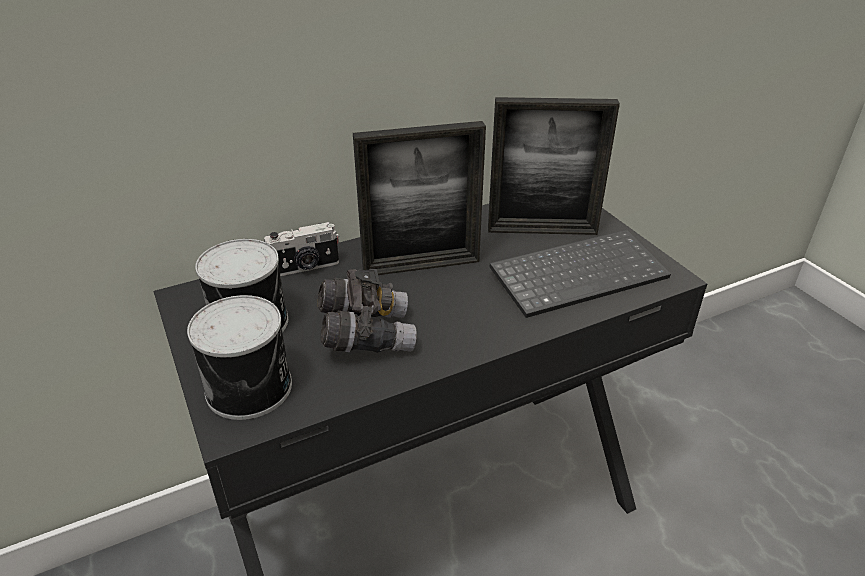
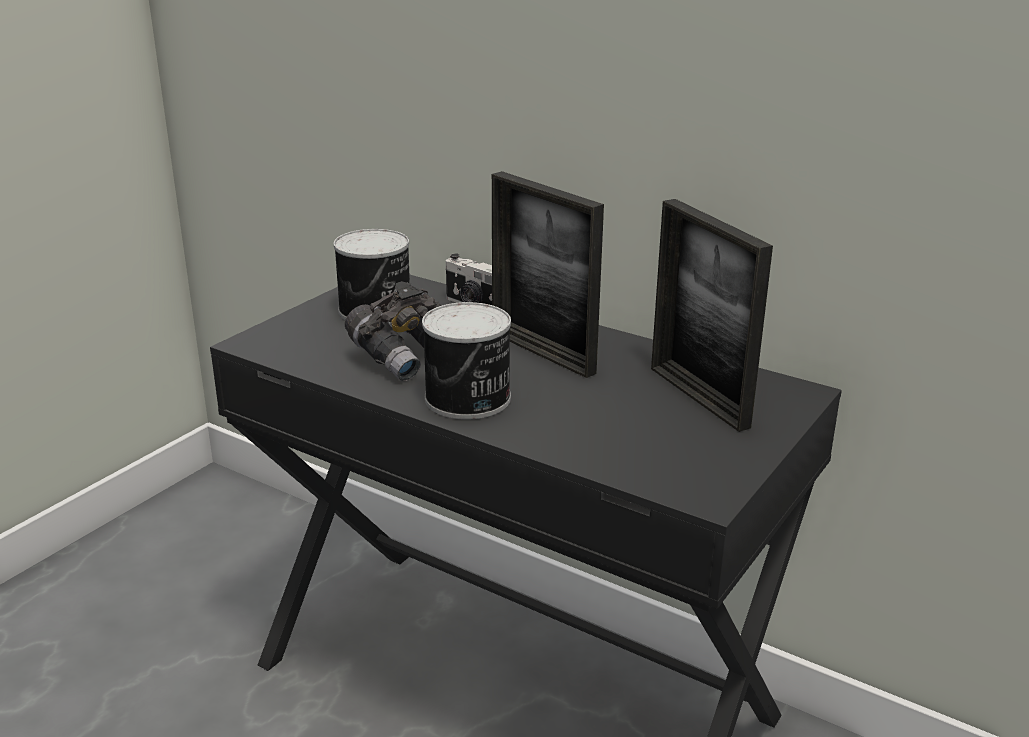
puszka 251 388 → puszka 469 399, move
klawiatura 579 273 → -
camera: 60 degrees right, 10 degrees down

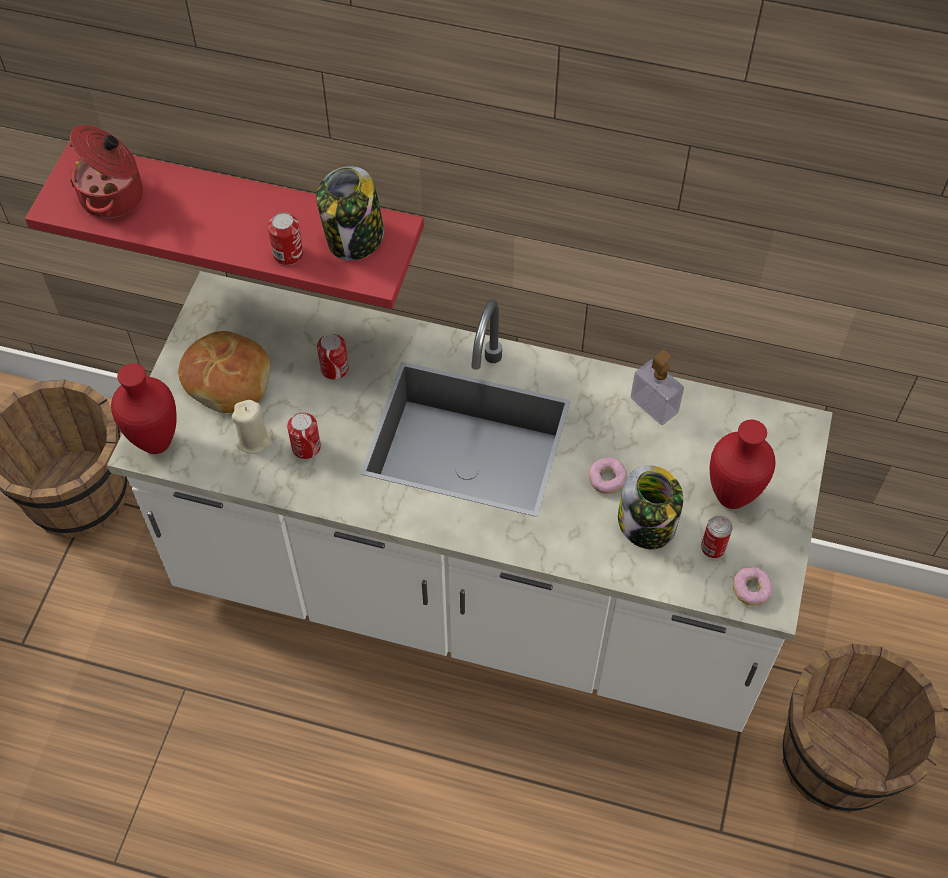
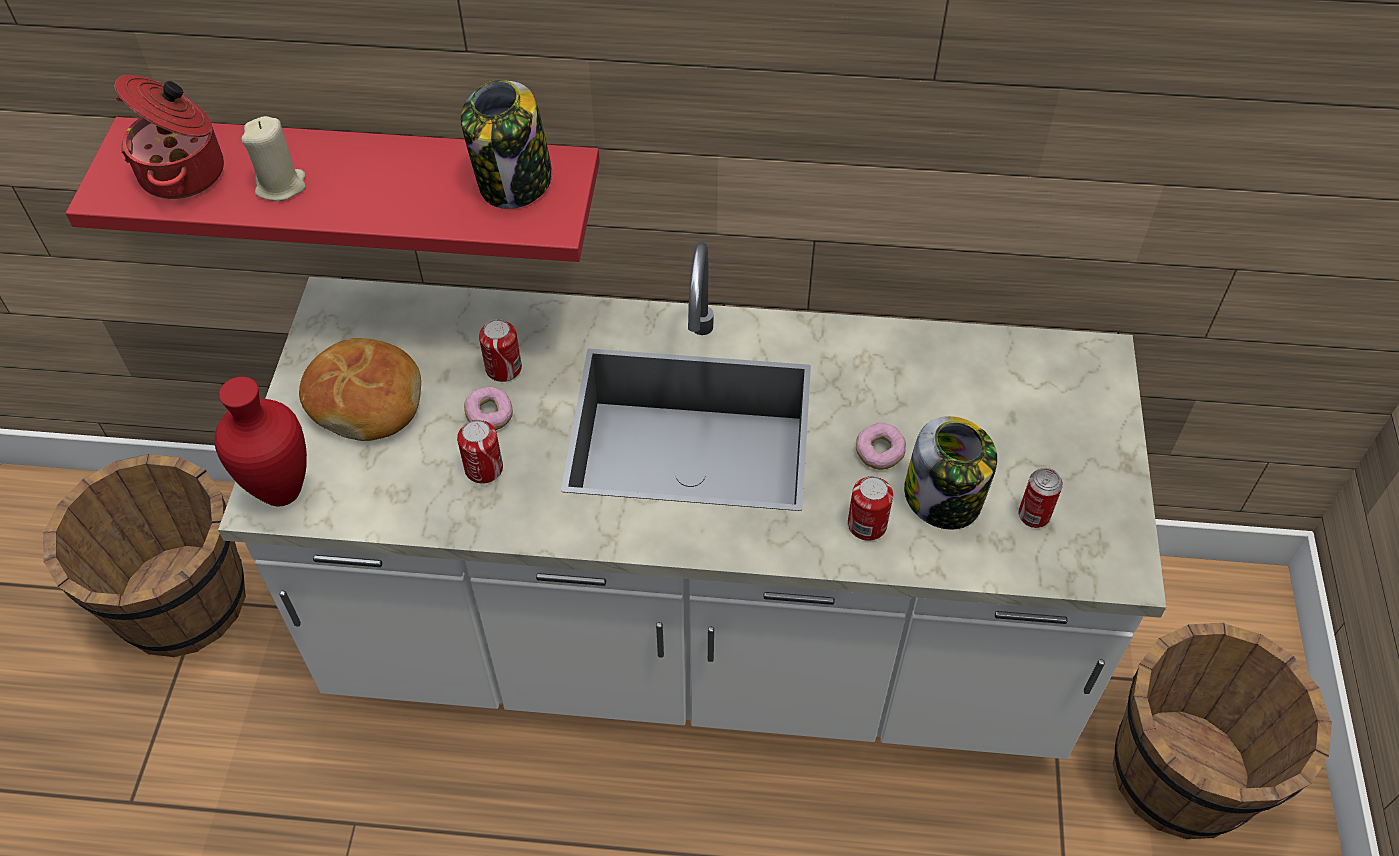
świeca (beżowy) 254 439 → świeca (beżowy) 281 186, move
puszka 288 254 → puszka 867 525, move
dozownik mydła 654 405 → -
wazon (czerwony) 732 495 → -
donut 750 590 → donut 489 416, move
camera: 10 degrees left, 5 degrees down

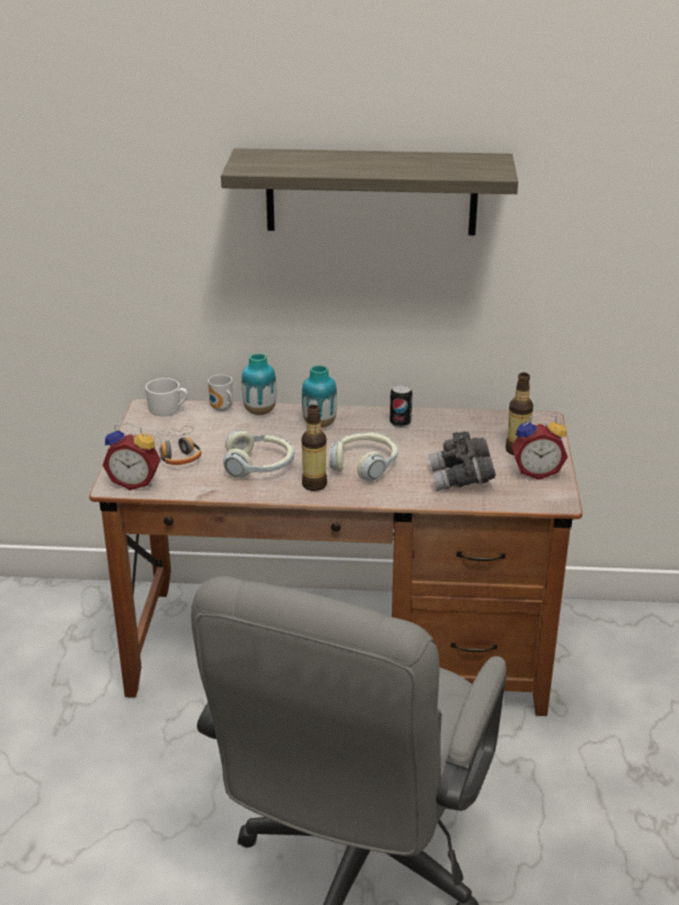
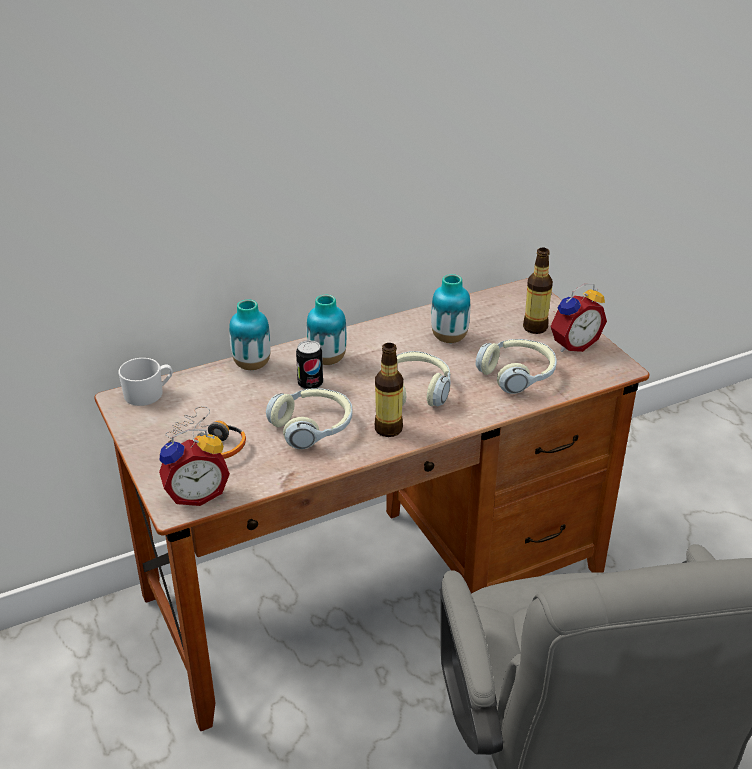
kubek 221 409 → -
półka 371 192 → -
puszka 400 423 → puszka 310 384, move
lornetka (szary) 461 479 → słuchawki 517 374
- → wazon 449 338
camera: 30 degrees left, 5 degrees up

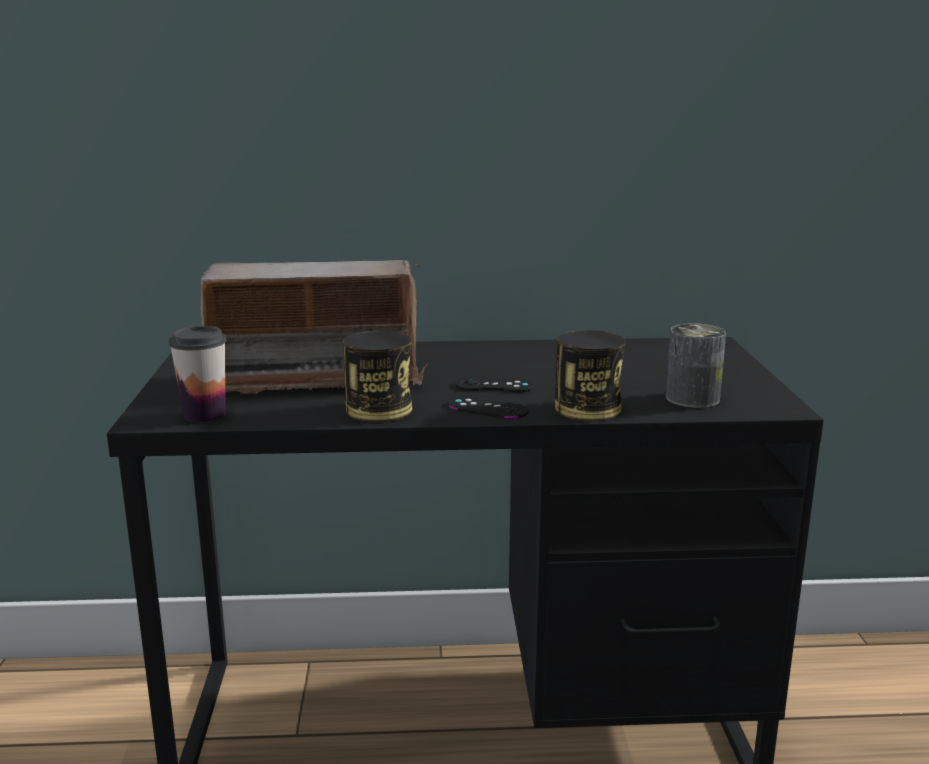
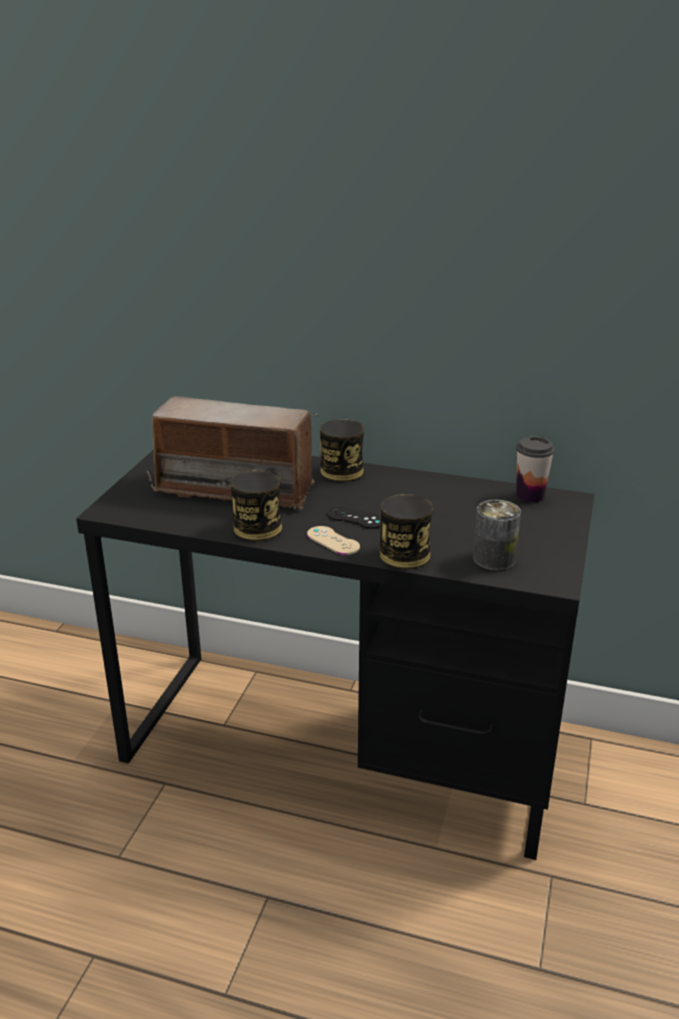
filiżanka 204 415 → filiżanka 530 496, move
pad do gier (czarny) 487 408 → pad do gier (beżowy) 333 541
- → puszka 341 471
camera: 20 degrees right, 10 degrees up

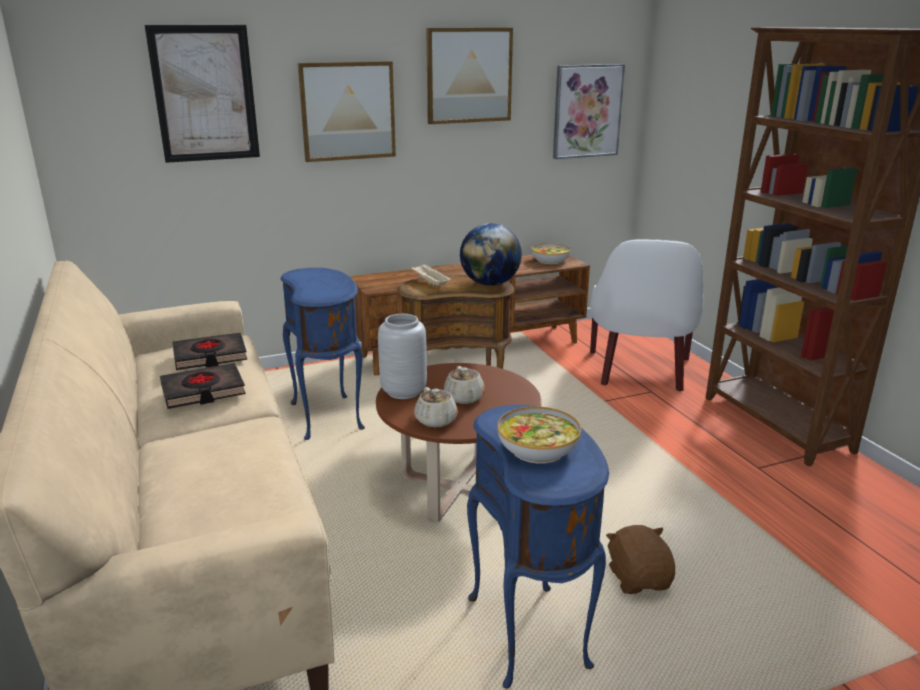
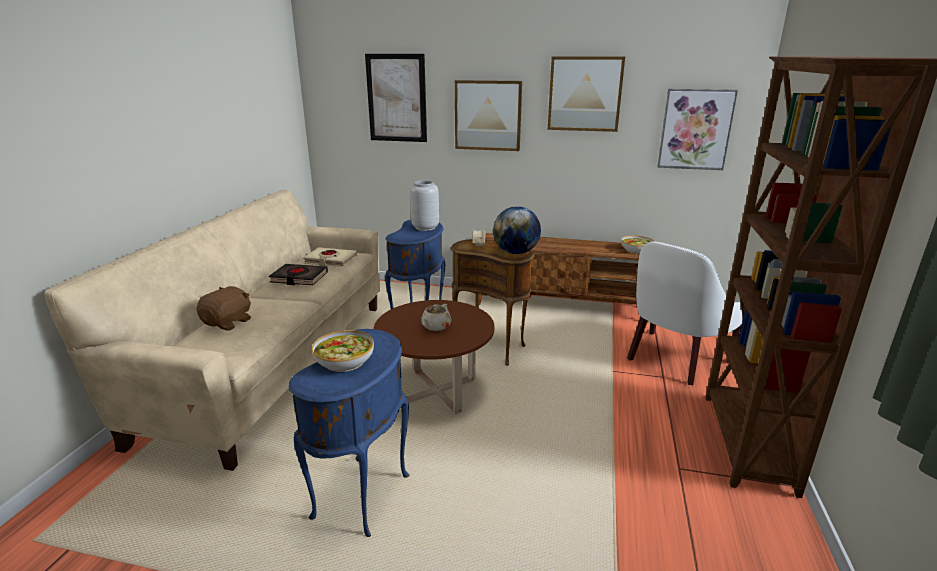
książka (czarny) 210 356 → książka (beżowy) 330 260
wazon (szary) 404 392 → wazon (szary) 425 228, move
imbryk (beżowy) 436 421 → -
pluszak (brązowy) 639 579 → pluszak (brązowy) 228 322, move
camera: 35 degrees right, 0 degrees up

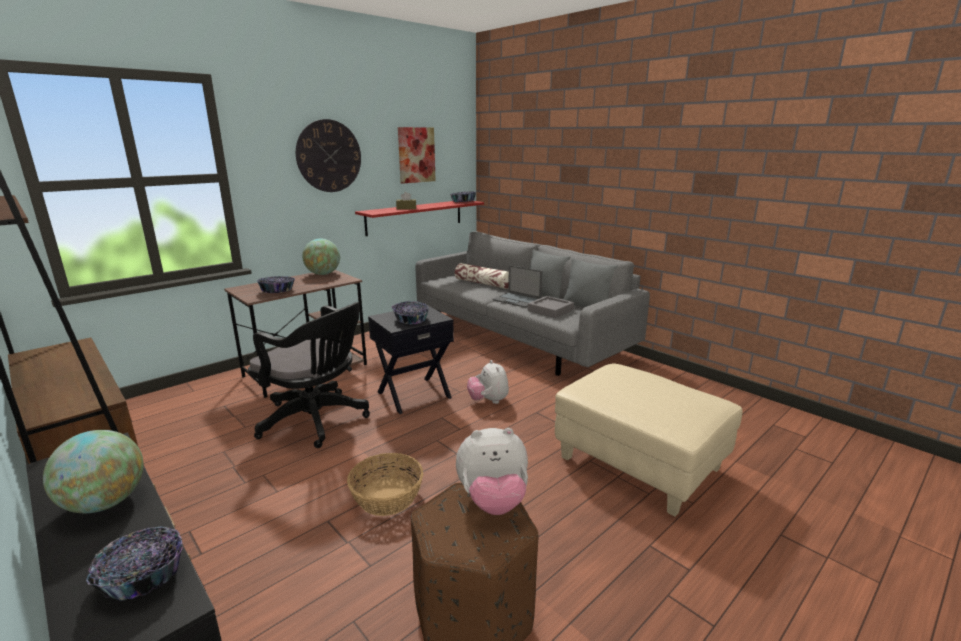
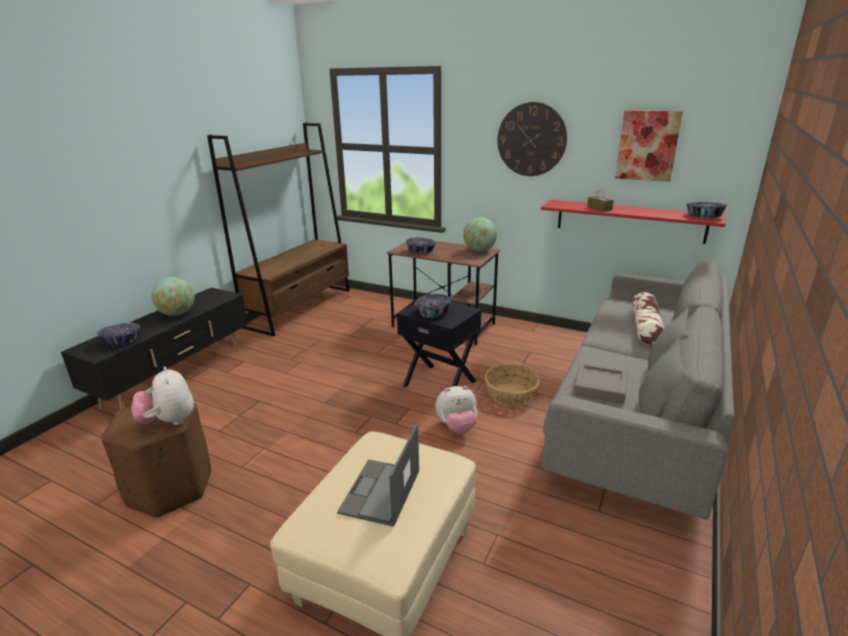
krzesło biurowe (czarny) 317 421 → -
koszyk 386 497 → koszyk 510 394, move
pluszak 488 401 → pluszak 457 427, 150 degrees counterclockwise
laptop 517 300 → laptop 380 492, move
camera: 70 degrees right, 5 degrees up

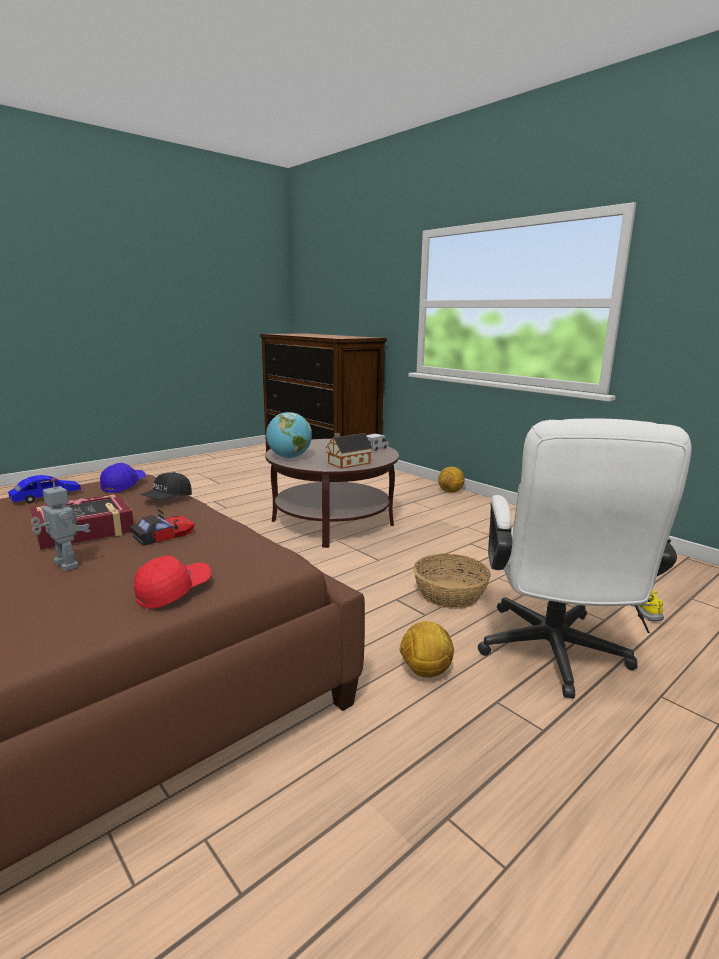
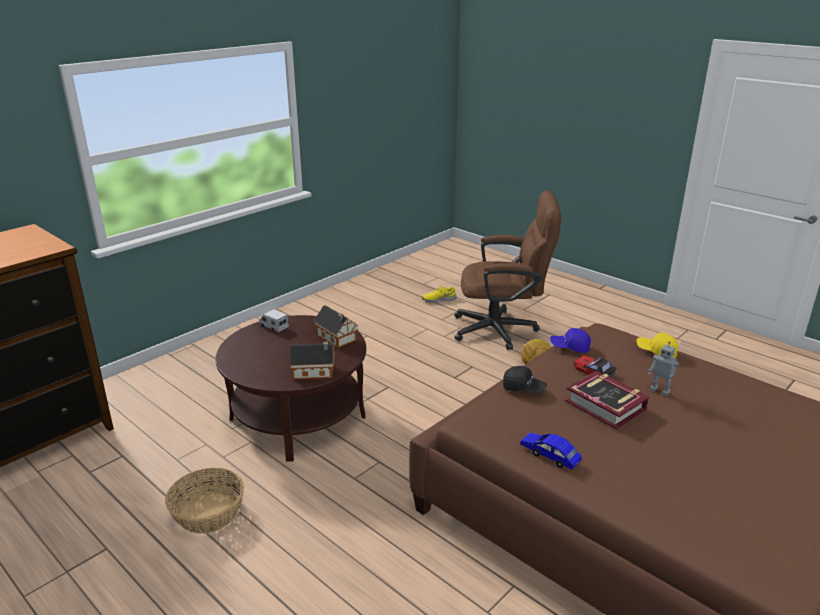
robot zabawkowy 64 565 → robot zabawkowy 660 390, 90 degrees counterclockwise
czapka z daszkiem (niebieski) 124 486 → czapka z daszkiem (niebieski) 569 347, move
czapka z daszkiem (czerwony) 173 592 → czapka z daszkiem (żółty) 656 351
globus 289 457 → domek 315 371
koszyk 449 594 → koszyk 207 513, move
piłka futbolowa 450 492 → -
krzesło biurowe (biały) 553 656 → krzesło biurowe (brązowy) 503 330
camera: 95 degrees left, 10 degrees up

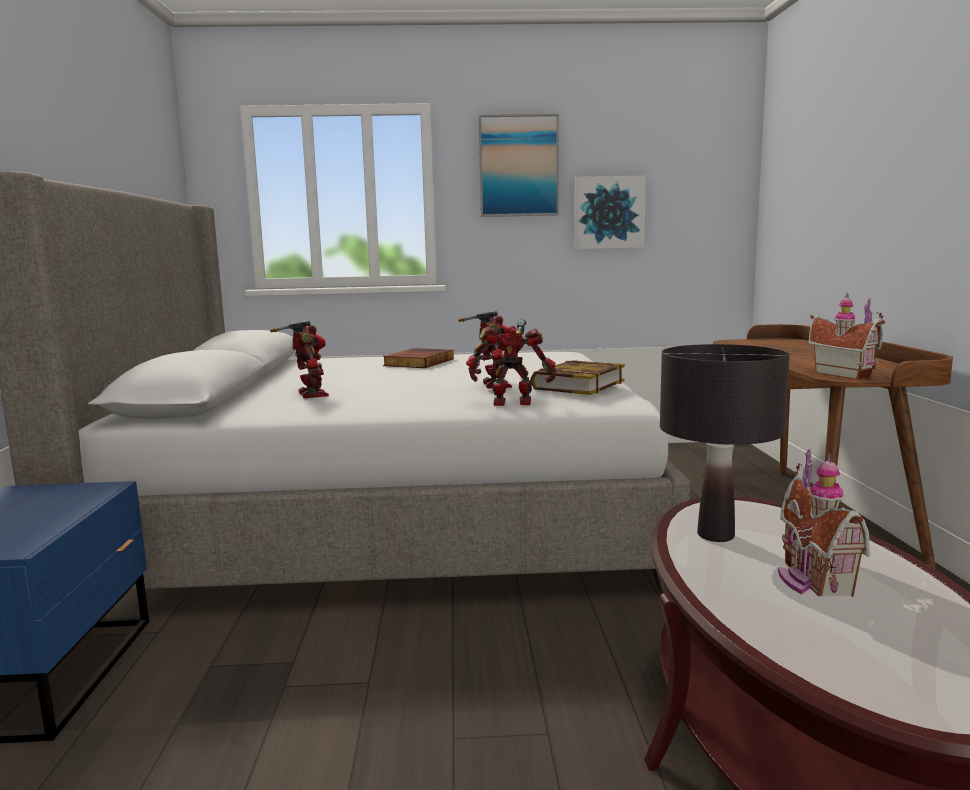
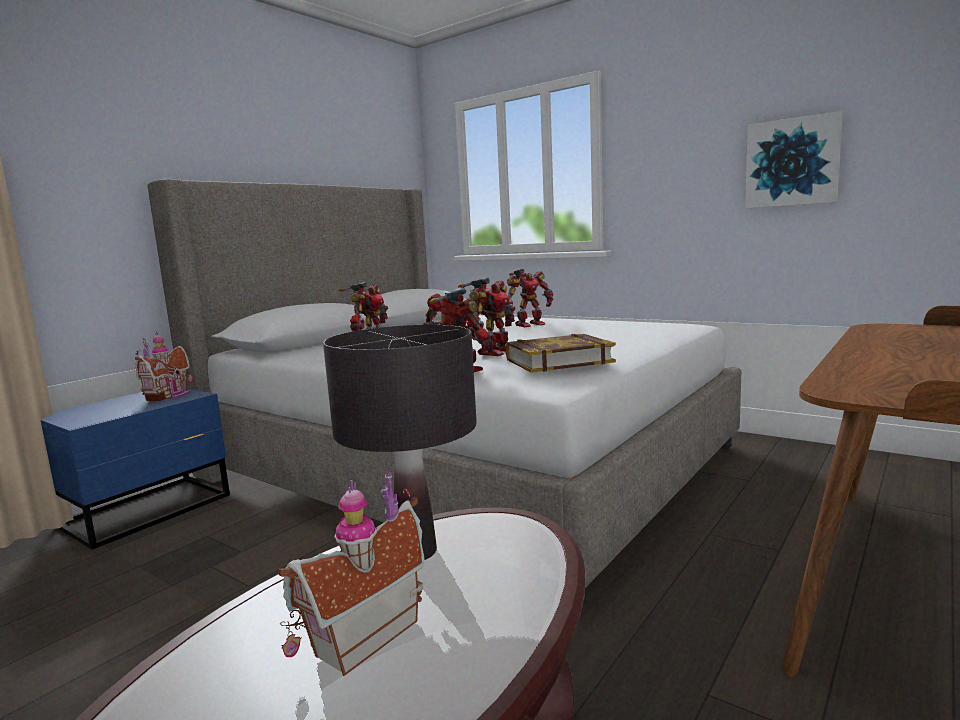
książka 418 362 → robot zabawkowy 528 324
obraz 518 166 → -
domek 844 374 → domek 171 396, move
camera: 40 degrees right, 0 degrees up

